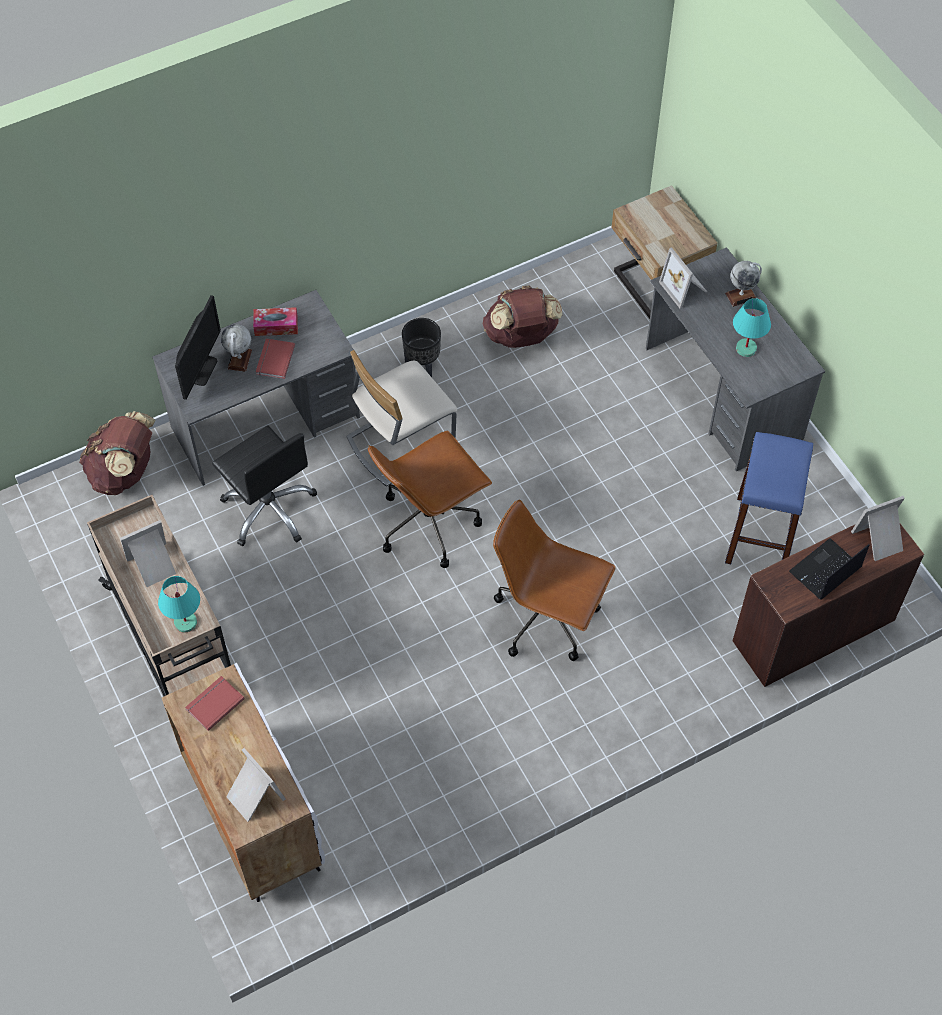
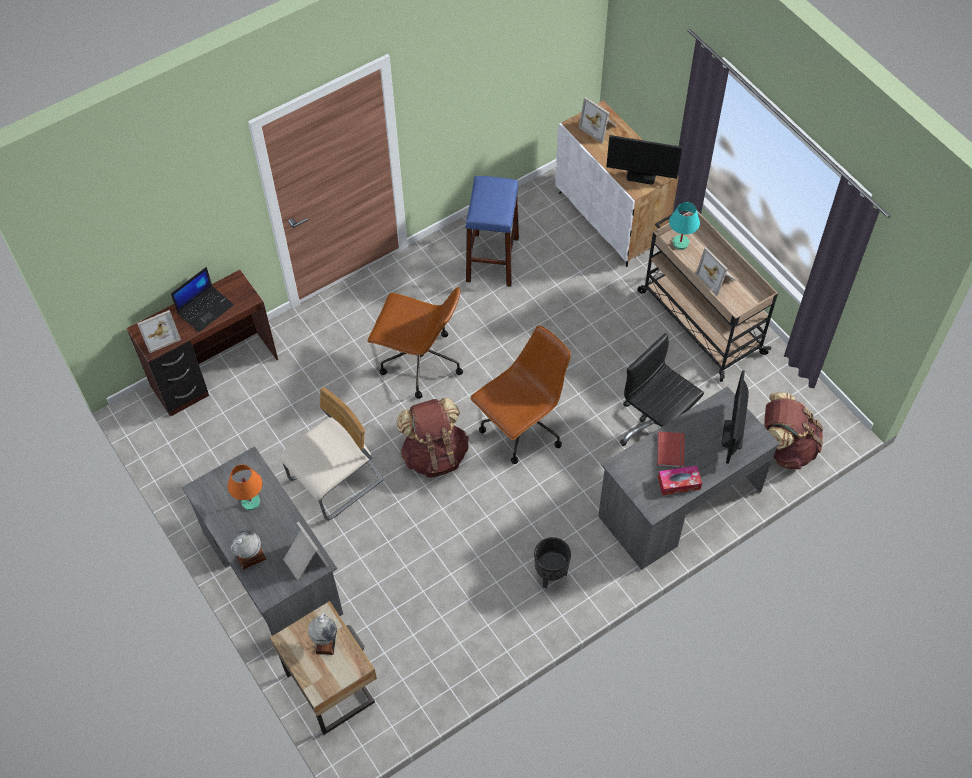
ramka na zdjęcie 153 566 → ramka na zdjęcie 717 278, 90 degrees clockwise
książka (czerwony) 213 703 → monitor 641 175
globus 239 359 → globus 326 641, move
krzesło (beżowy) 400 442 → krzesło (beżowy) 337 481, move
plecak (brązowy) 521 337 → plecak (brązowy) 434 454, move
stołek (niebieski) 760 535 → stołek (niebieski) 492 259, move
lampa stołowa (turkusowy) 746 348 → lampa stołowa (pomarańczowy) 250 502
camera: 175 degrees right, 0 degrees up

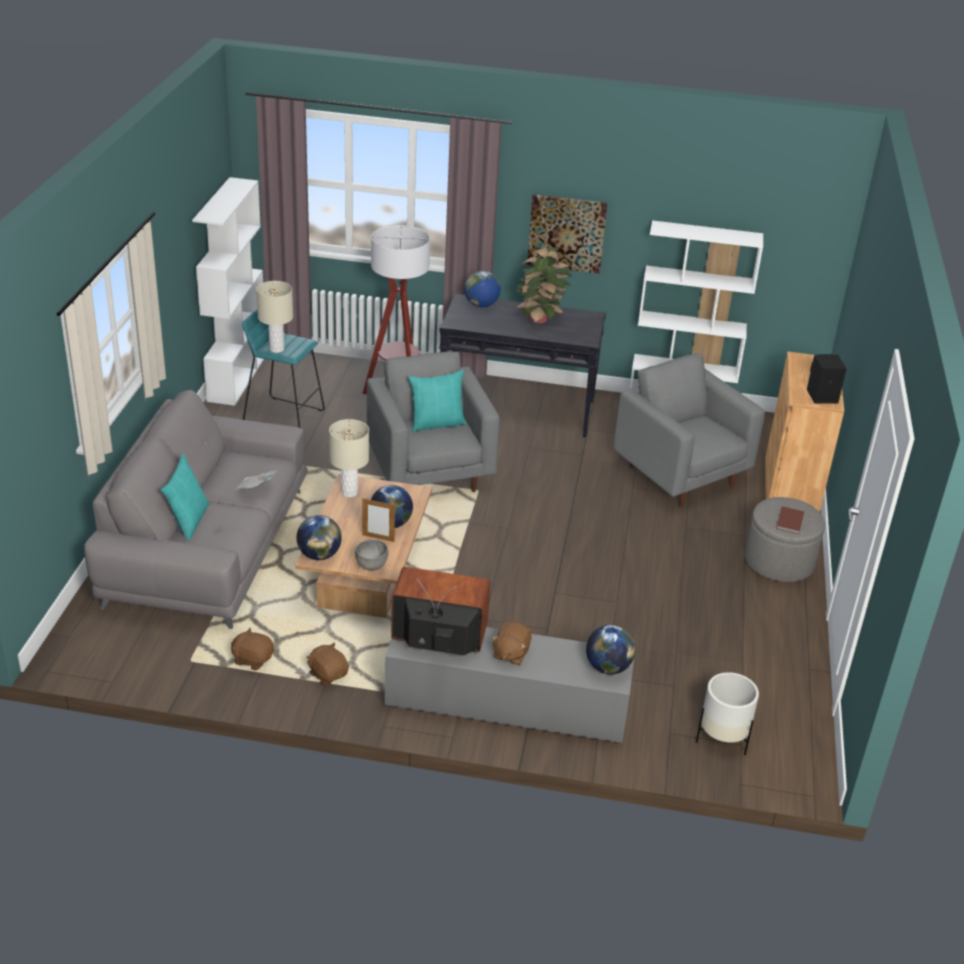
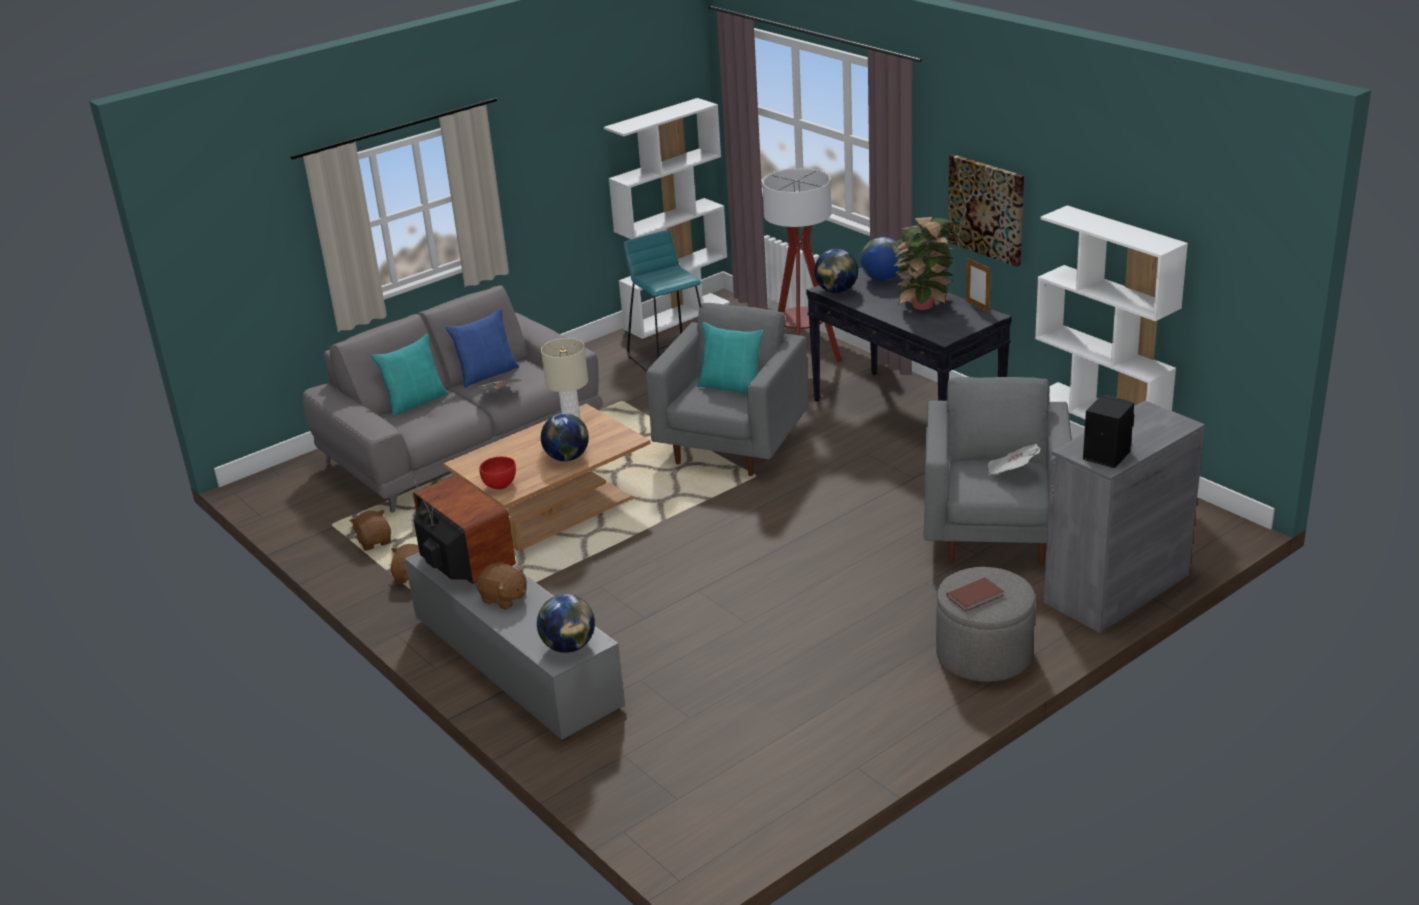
lampa stołowa (beżowy) 276 349 → -
globus 319 555 → globus 836 291, move
miska (szary) 371 566 → miska (czerwony) 500 485
ramka na zdjęcie 378 538 → ramka na zdjęcie 977 306, move
pluszak (brązowy) 510 653 → pluszak (brązowy) 504 599, 120 degrees counterclockwise
donica (biały) 722 738 → -
szafka (brązowy) 790 488 → szafka (szary) 1116 589
- → poduszka (niebieski) 487 374
- → gazeta 1011 472
camera: 45 degrees right, 5 degrees down

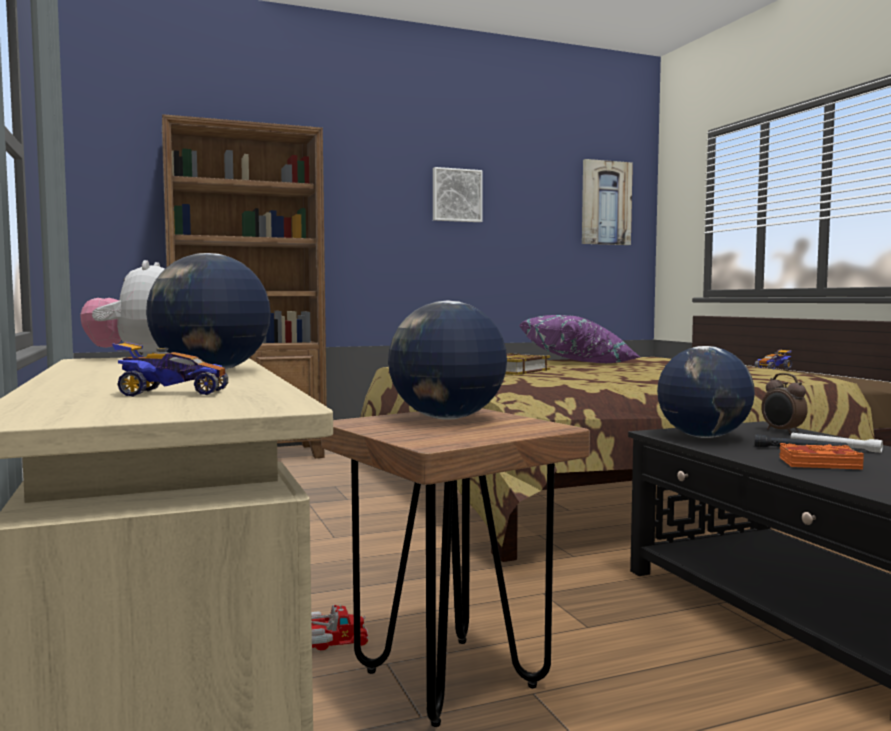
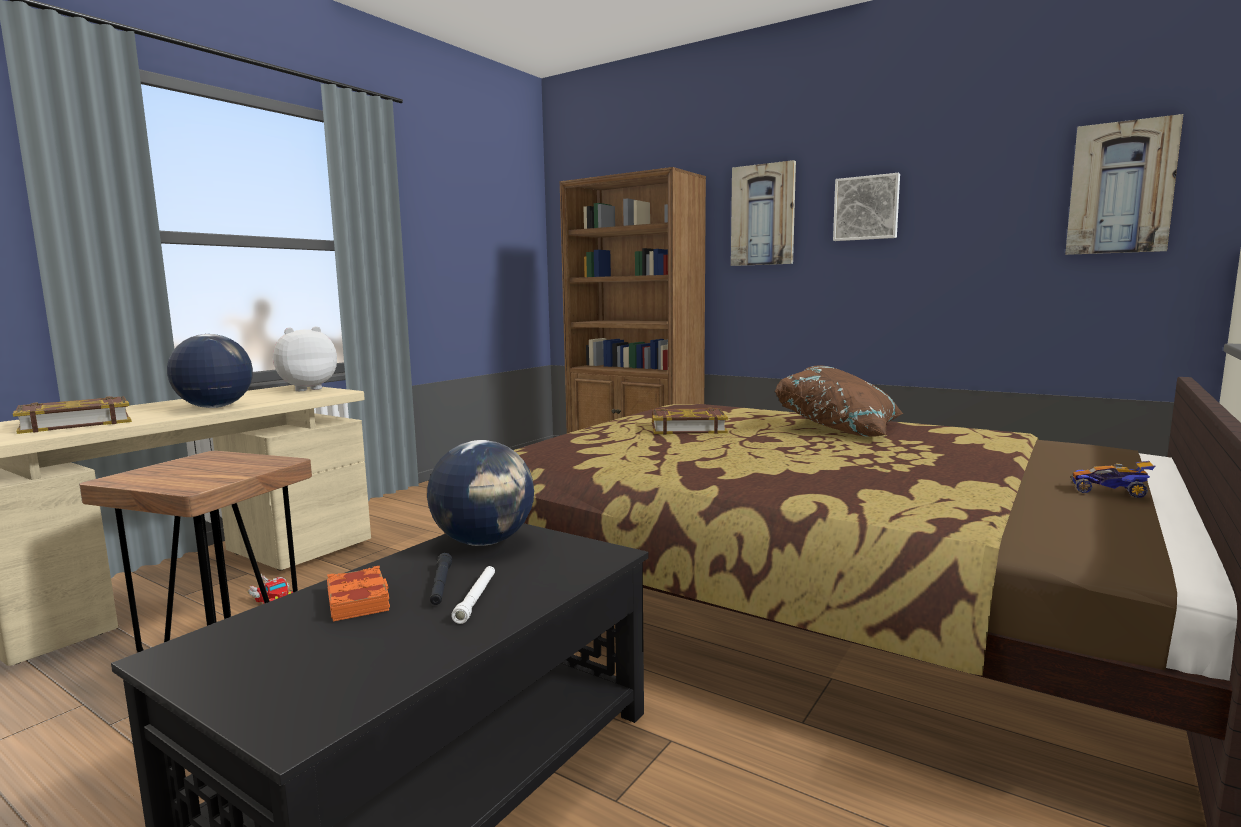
samochodzik 171 393 → książka 75 422
globus 447 418 → -
poduszka (fioletowy) 578 362 → poduszka (brązowy) 840 428
budzik 782 431 → -
- → obraz 763 215
camera: 55 degrees right, 5 degrees up

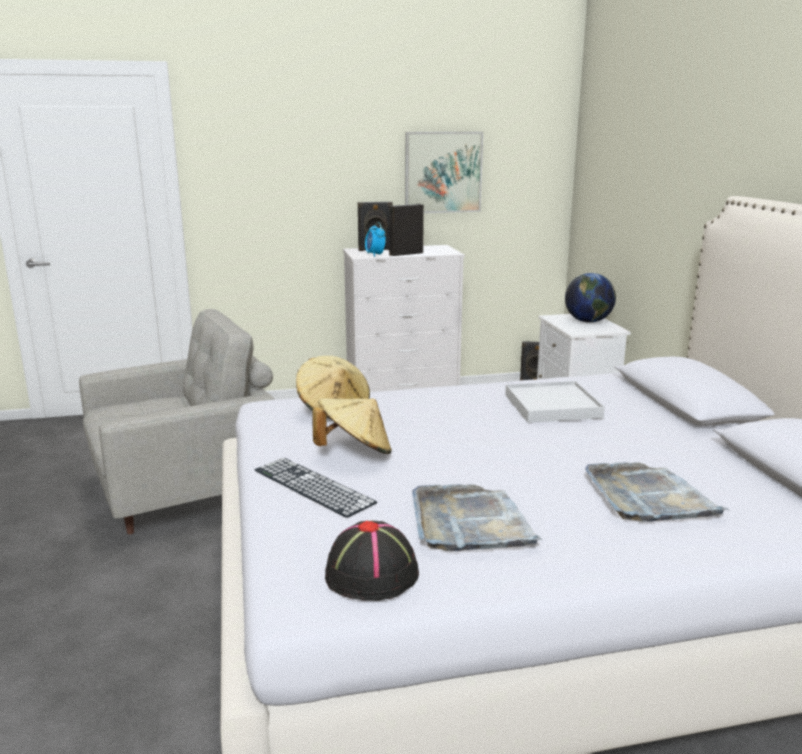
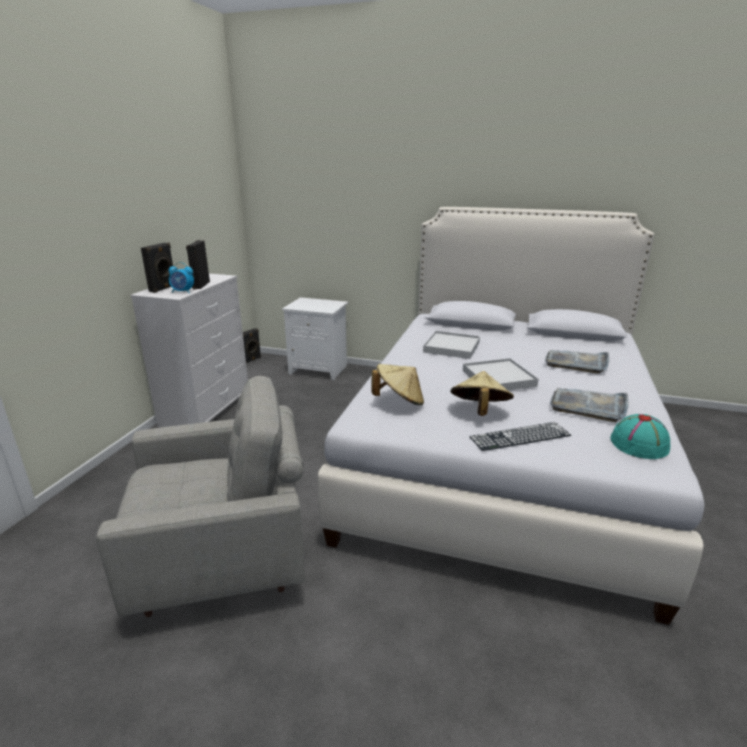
fotel (szary) 186 493 → fotel (szary) 223 559, 75 degrees clockwise
kapelusz (czarny) 372 574 → kapelusz (turkusowy) 639 444
obraz 443 172 → -
globus 588 321 → -
- → taca (biały) 498 378
camera: 60 degrees left, 5 degrees up

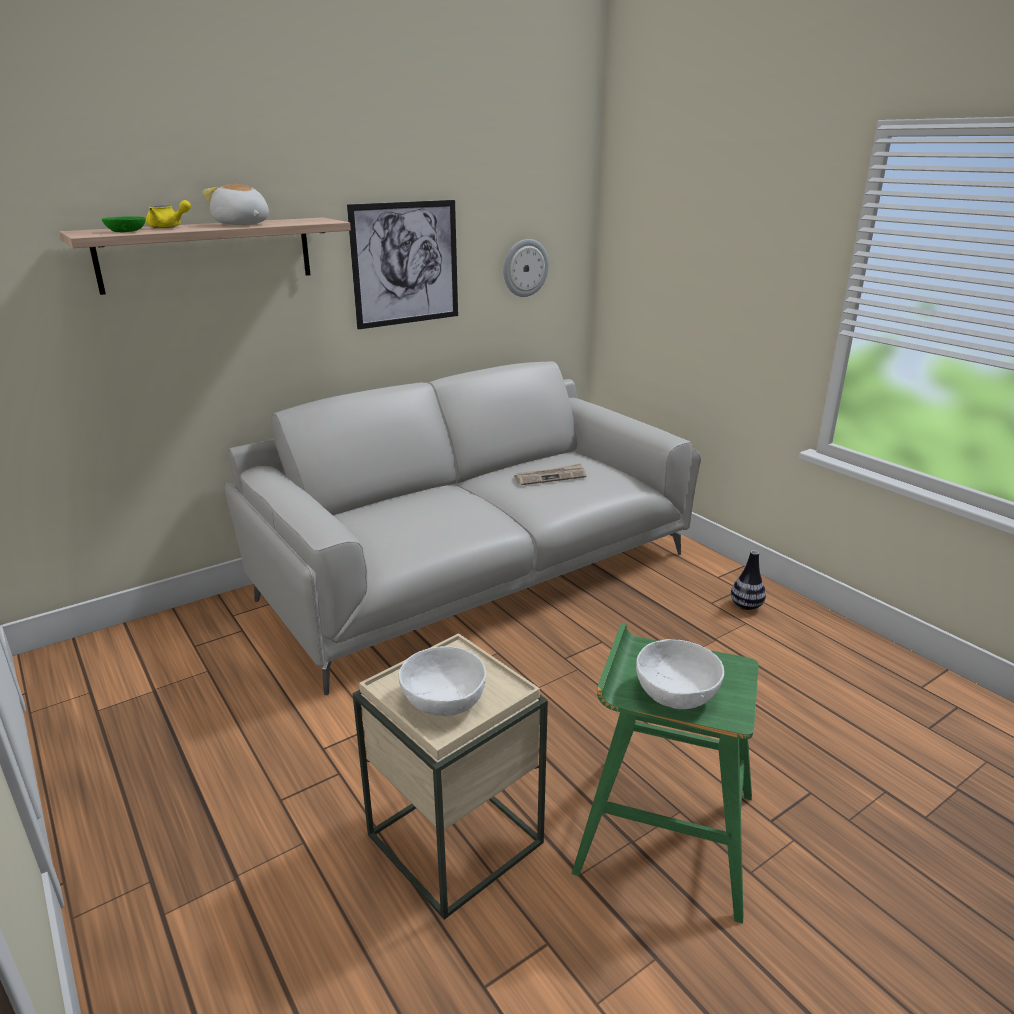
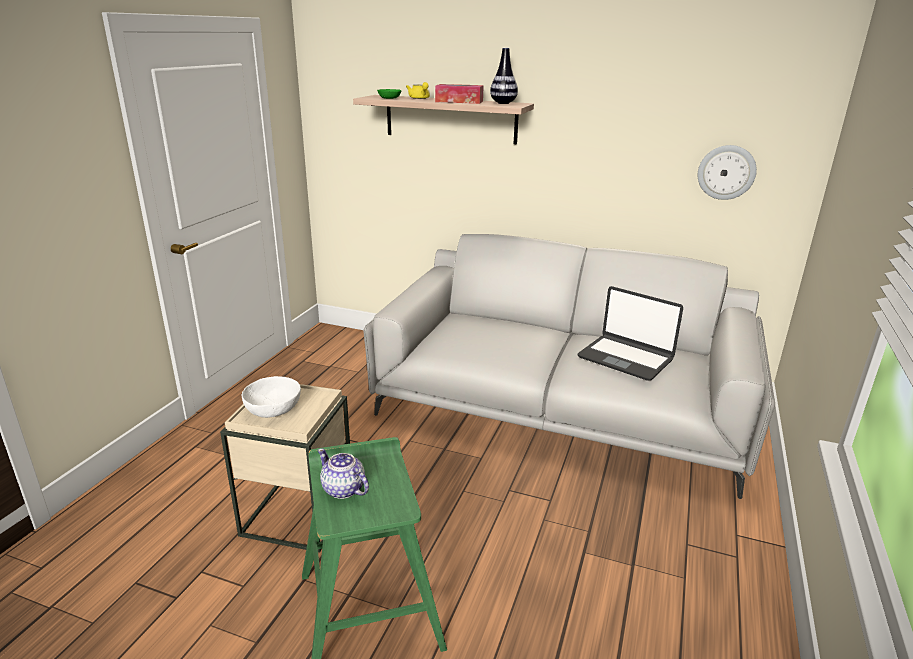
pluszak 242 224 → pudełko chusteczek 459 101
obraz 405 263 → -
gazeta 551 477 → laptop 625 358
miska (biały) 677 693 → imbryk 343 489
wazon 746 606 → wazon 503 103, move
camera: 55 degrees right, 0 degrees up

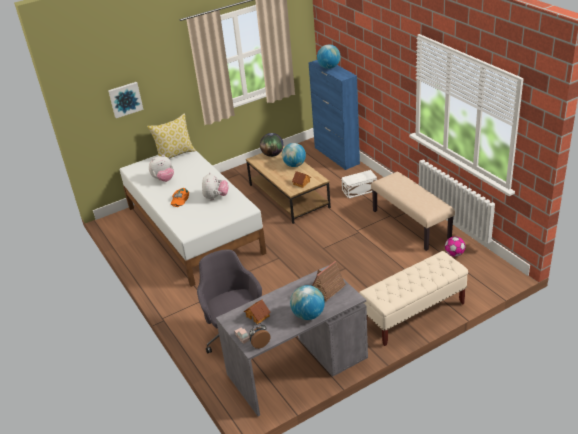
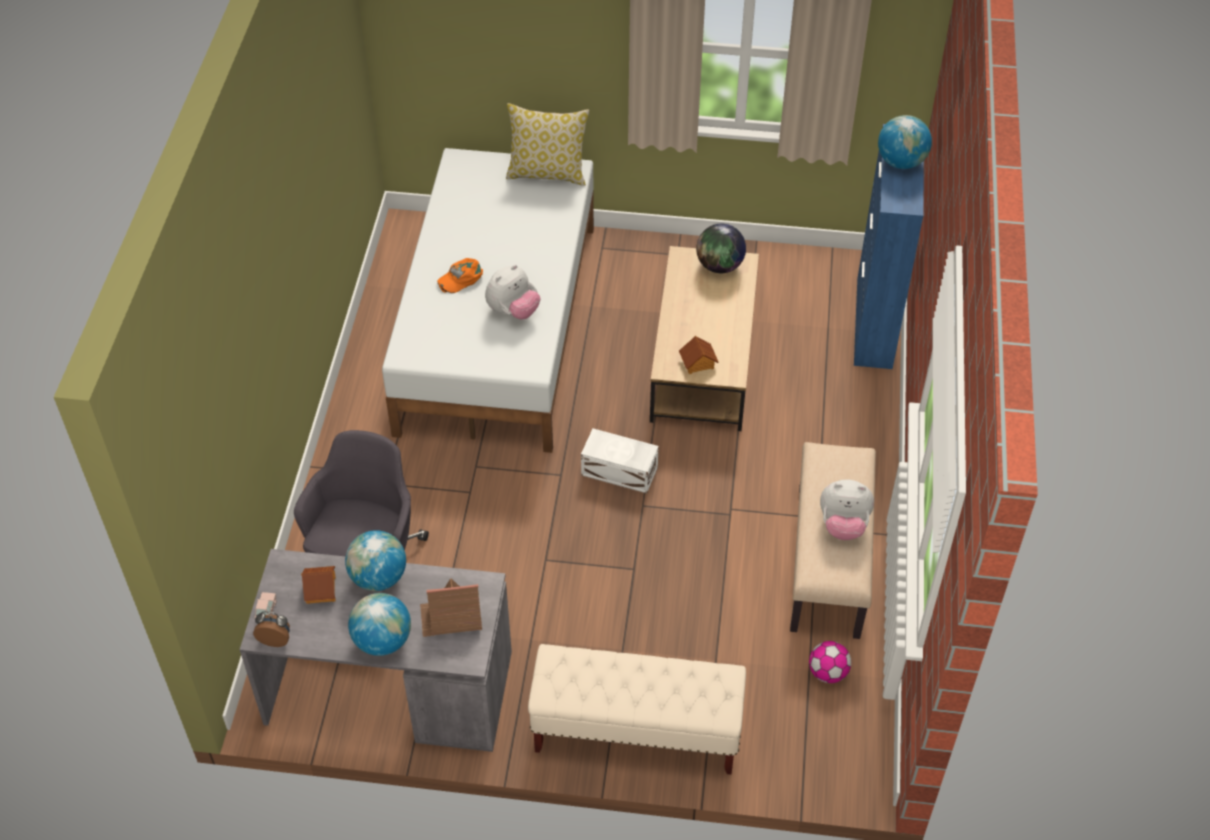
obraz 125 99 → -
pluszak 164 179 → pluszak 843 525, move
globus 294 165 → globus 378 578, move
pojemnik do przechowywania (biały) 360 190 → pojemnik do przechowywania (biały) 620 472, move
camera: 35 degrees right, 15 degrees up

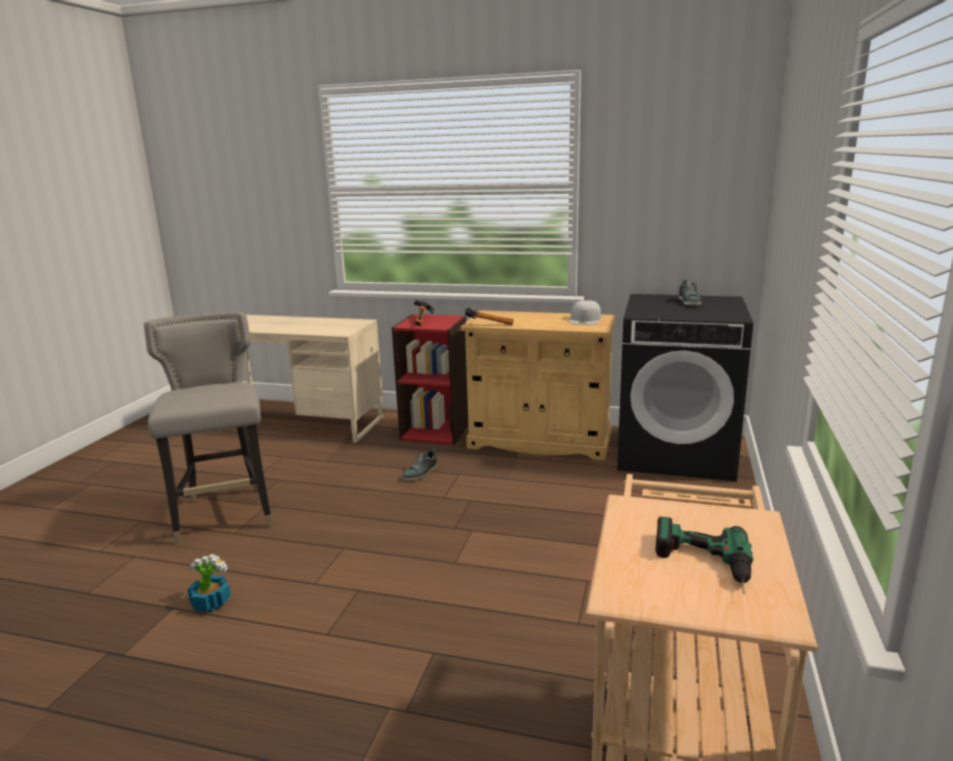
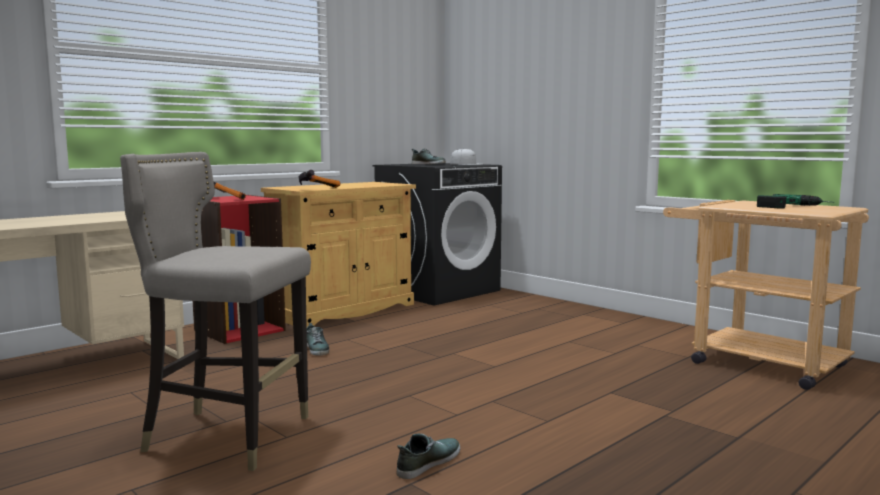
roślina doniczkowa 211 603 → but 428 462
czapka z daszkiem (biały) 585 319 → czapka z daszkiem (biały) 467 164, move
camera: 60 degrees left, 10 degrees down

